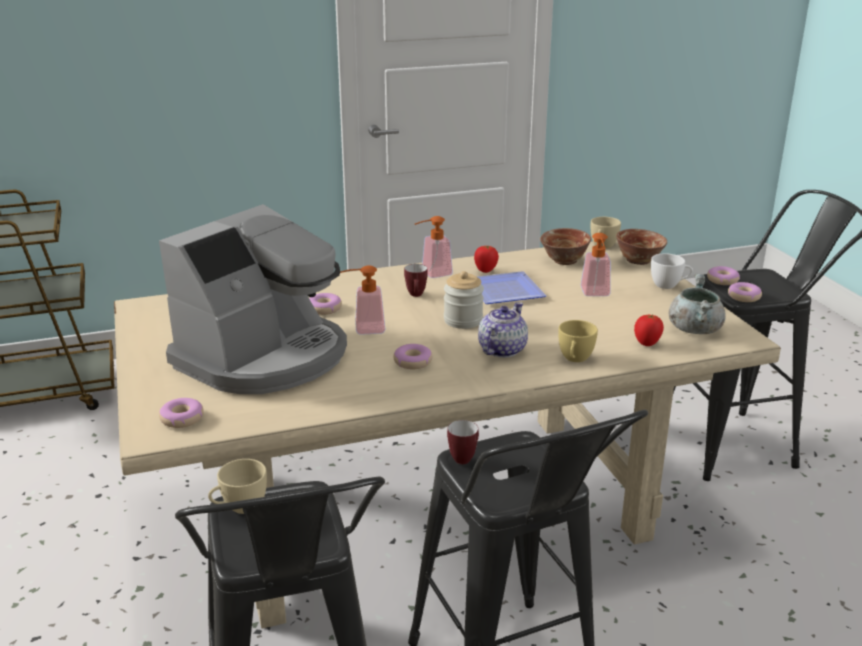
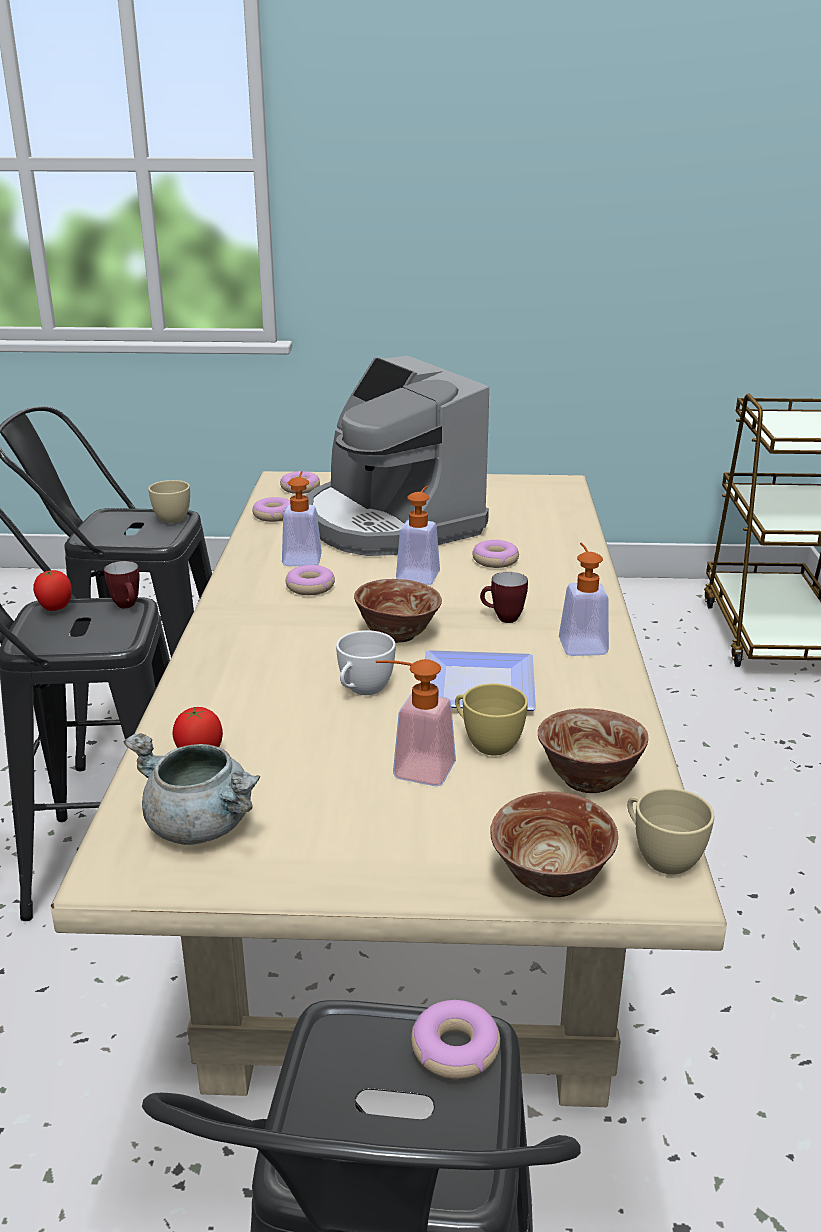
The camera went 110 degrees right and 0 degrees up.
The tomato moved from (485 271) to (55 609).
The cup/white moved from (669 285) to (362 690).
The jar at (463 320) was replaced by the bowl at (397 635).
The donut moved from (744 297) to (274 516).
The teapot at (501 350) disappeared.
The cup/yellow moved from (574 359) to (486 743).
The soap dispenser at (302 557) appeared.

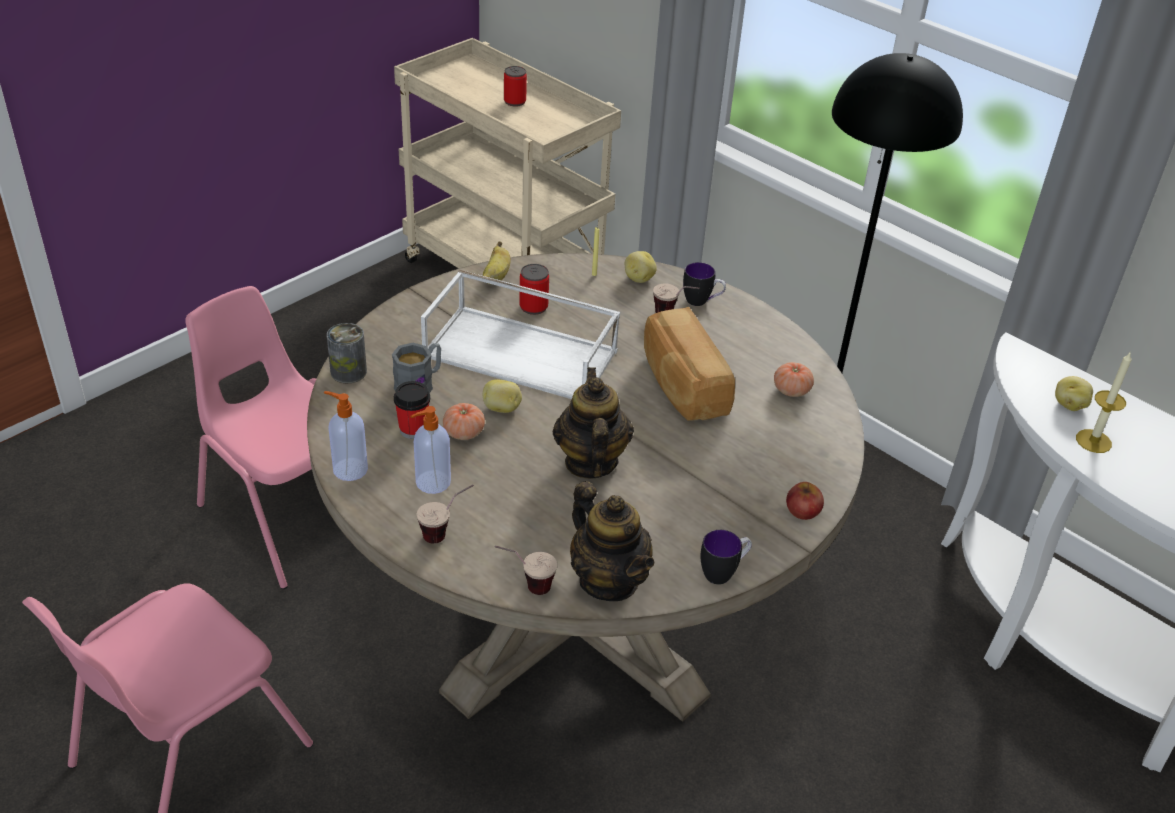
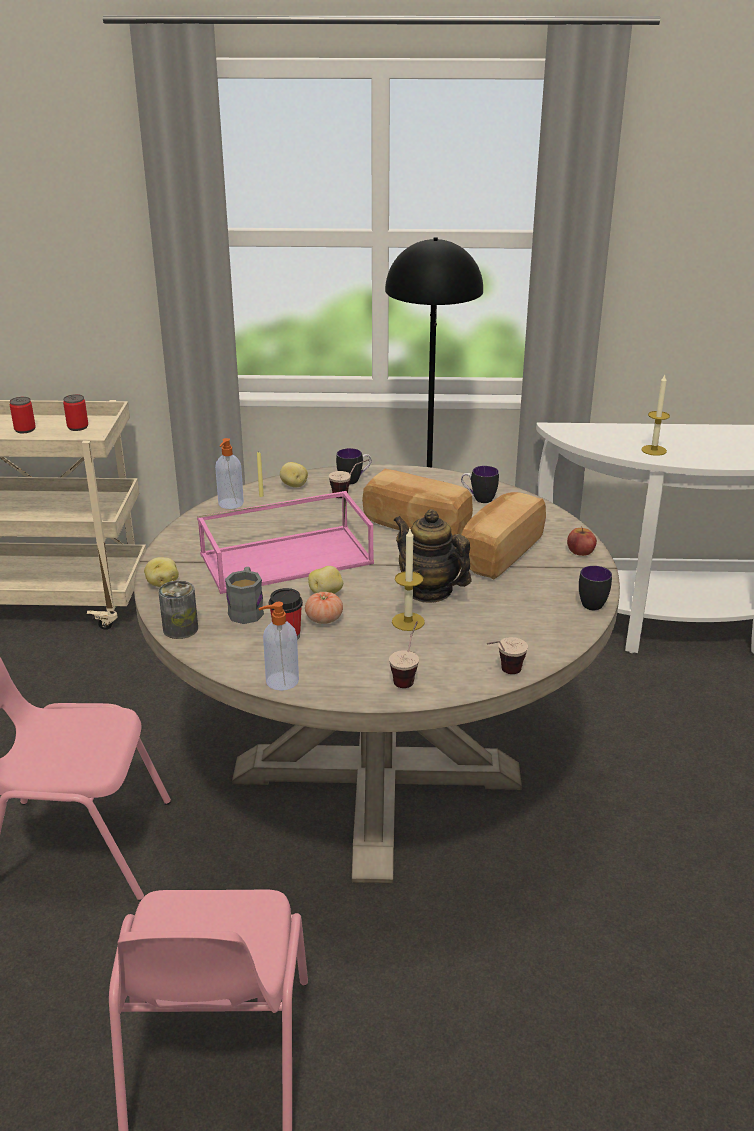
The camera went 40 degrees left and 10 degrees down.
The banana at (496 277) disappeared.
The can moved from (533 307) to (78 427).
The tray/white at (523 353) became the tray/pink at (287 558).
The tomato at (791 390) was replaced by the mug at (478 499).
The potato moved from (1069 404) to (162 584).
The soap dispenser moved from (431 482) to (230 504).
The teapot at (608 580) disappeared.
The bread at (498 553) appeared.
The candle at (408 621) appeared.

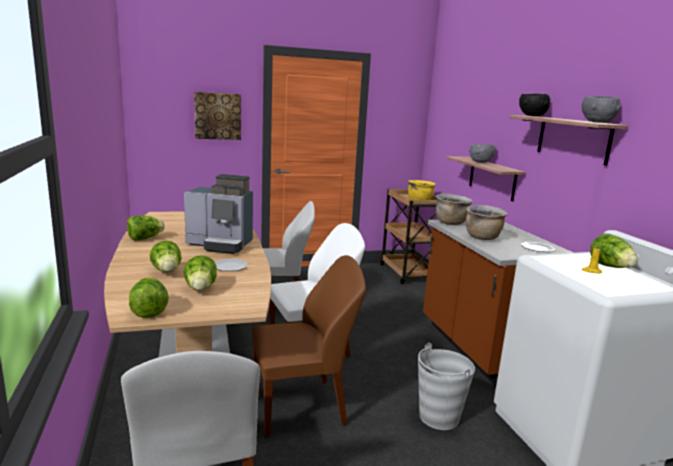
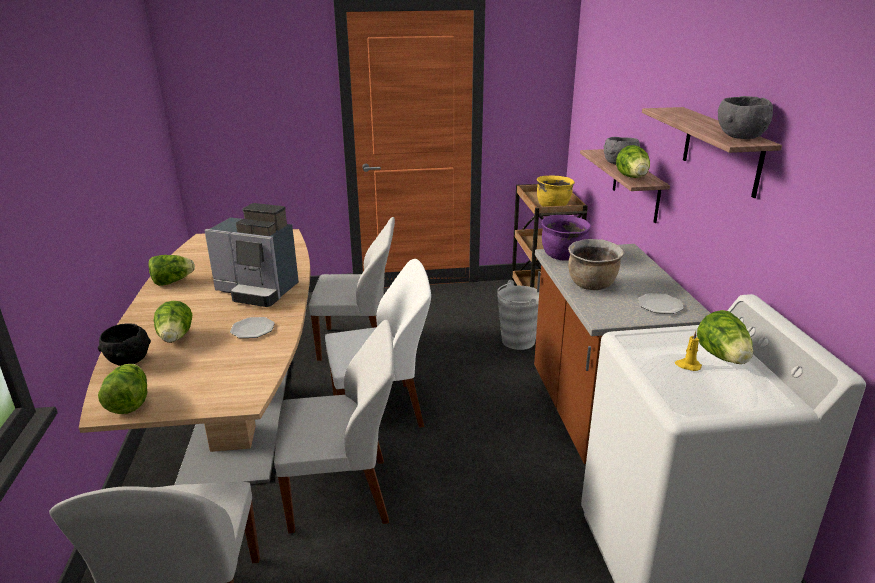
The camera went 10 degrees right and 10 degrees up.
The picture at (218 116) disappeared.
The bowl/black moved from (532 116) to (128 360).
The cooking pot/brown at (451 223) became the cooking pot/purple at (563 256).
The lettuce moved from (201 289) to (633 178).
The chair/brown at (301 406) became the chair/white at (343 494).
The bucket/grey moved from (438 417) to (517 341).

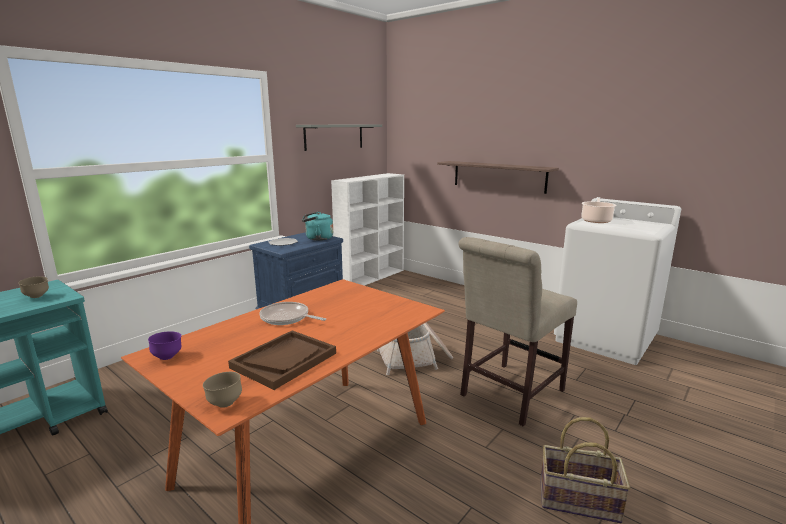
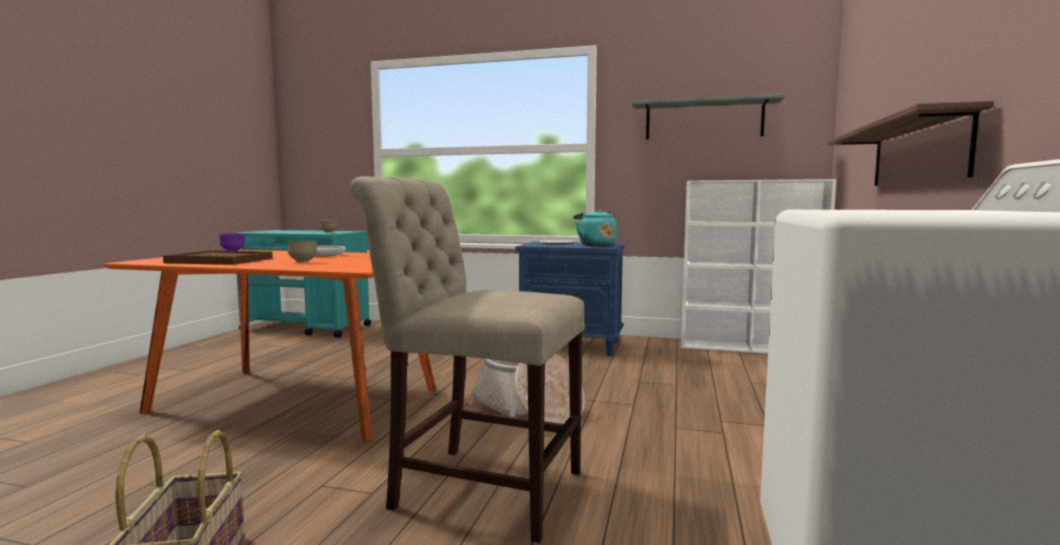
The camera went 65 degrees right and 10 degrees down.
The cooking pot at (596 220) disappeared.
The bowl/brown moved from (224 403) to (303 262).

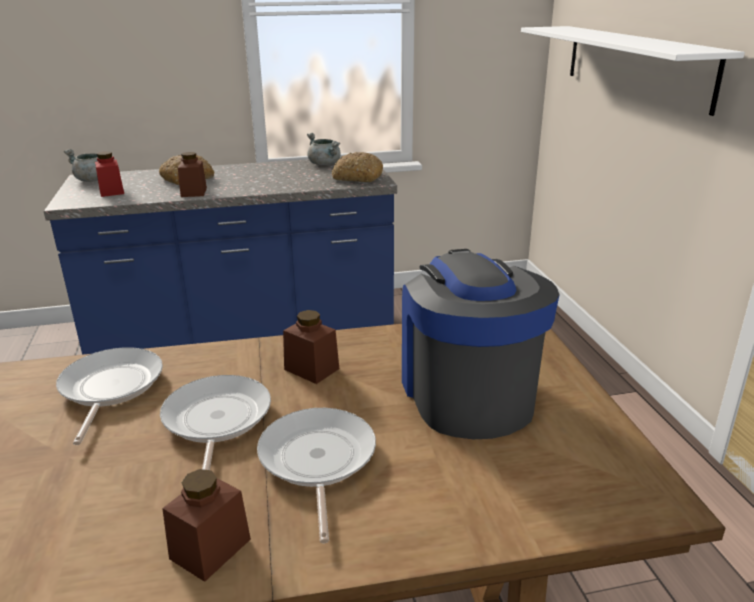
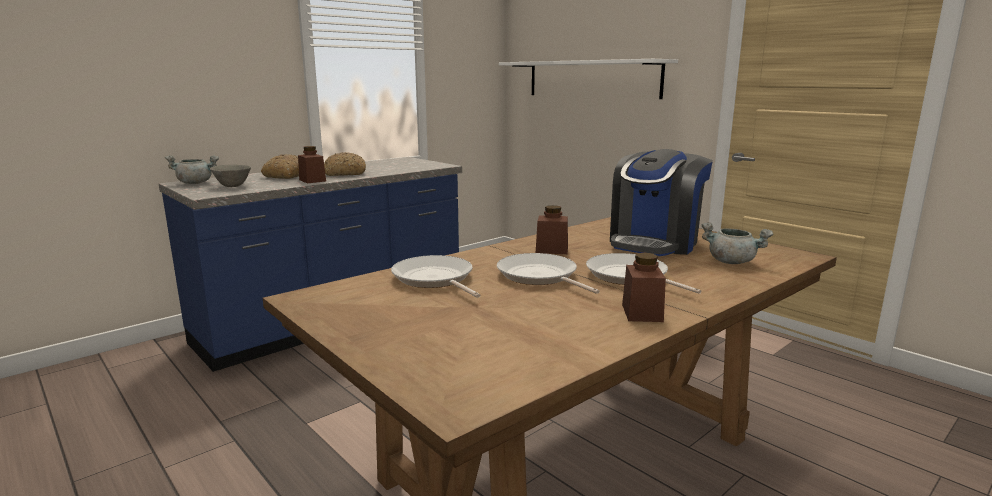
The camera went 30 degrees left and 10 degrees down.
The cooking pot/grey moved from (325 164) to (732 262).
The jar/red at (111 191) was replaced by the bowl/grey at (233 186).
The bread moved from (357 177) to (344 173).
The coffee machine at (466 393) turned 105 degrees counterclockwise.

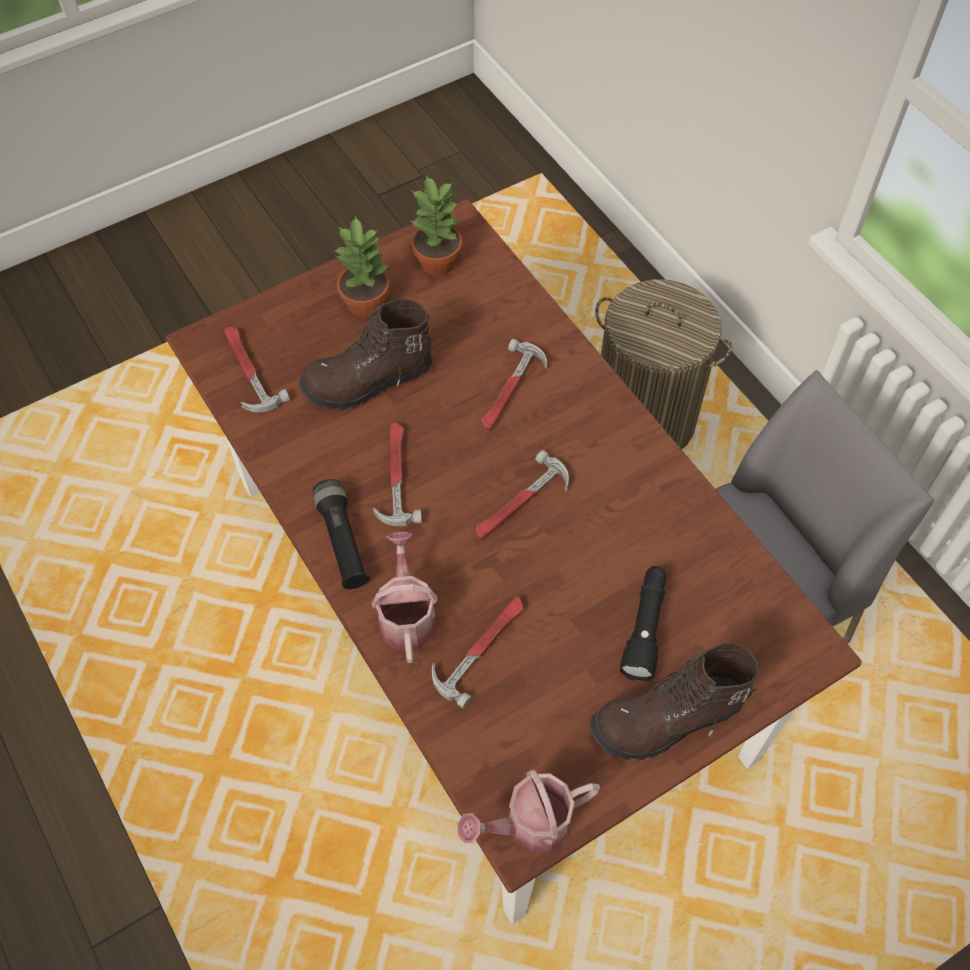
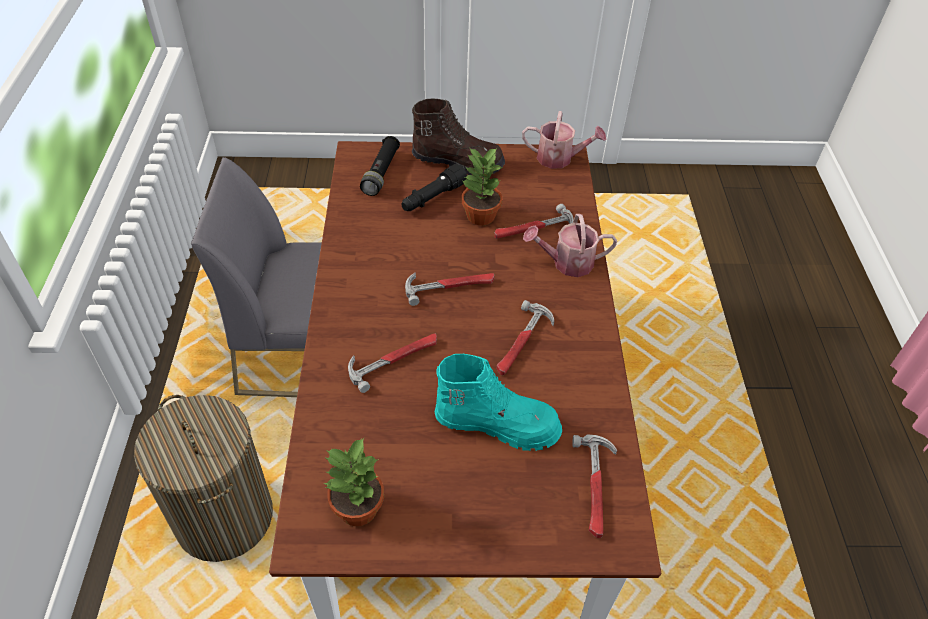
The camera went 150 degrees left and 10 degrees down.
The potted plant moved from (366 303) to (480 216).
The boot/brown at (368 381) became the boot/turquoise at (497 423).
The flashlight/black moved from (342 541) to (381 173).
The watering can at (406 615) turned 60 degrees clockwise.

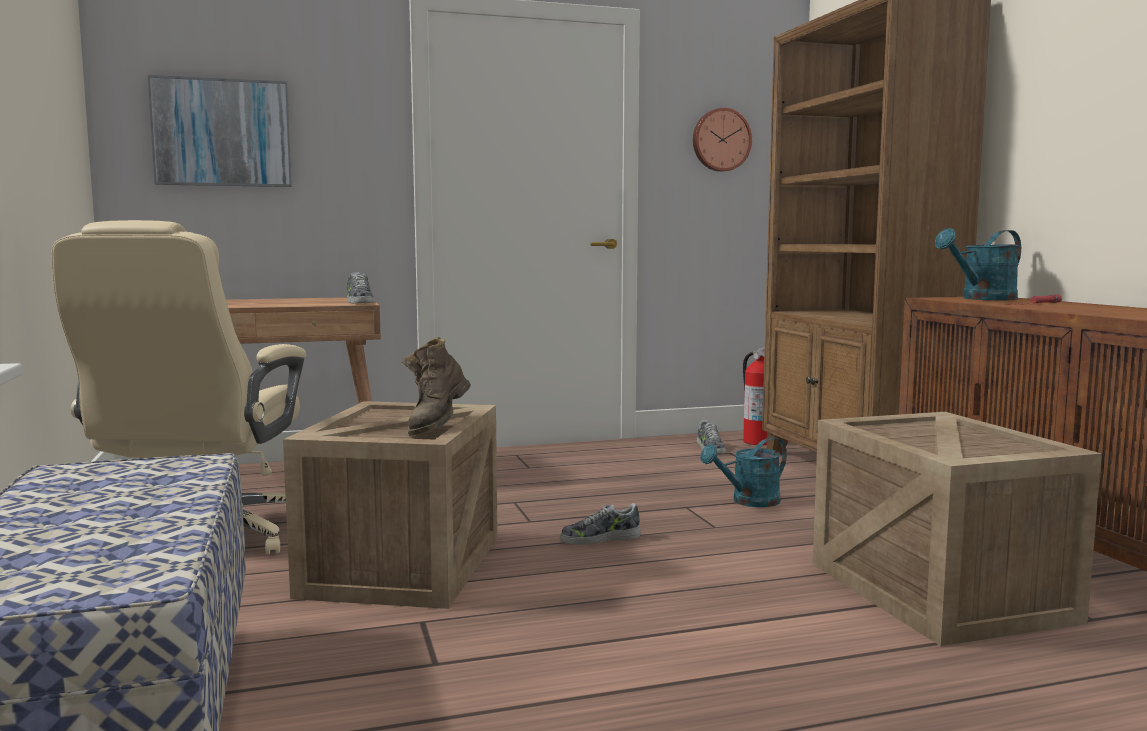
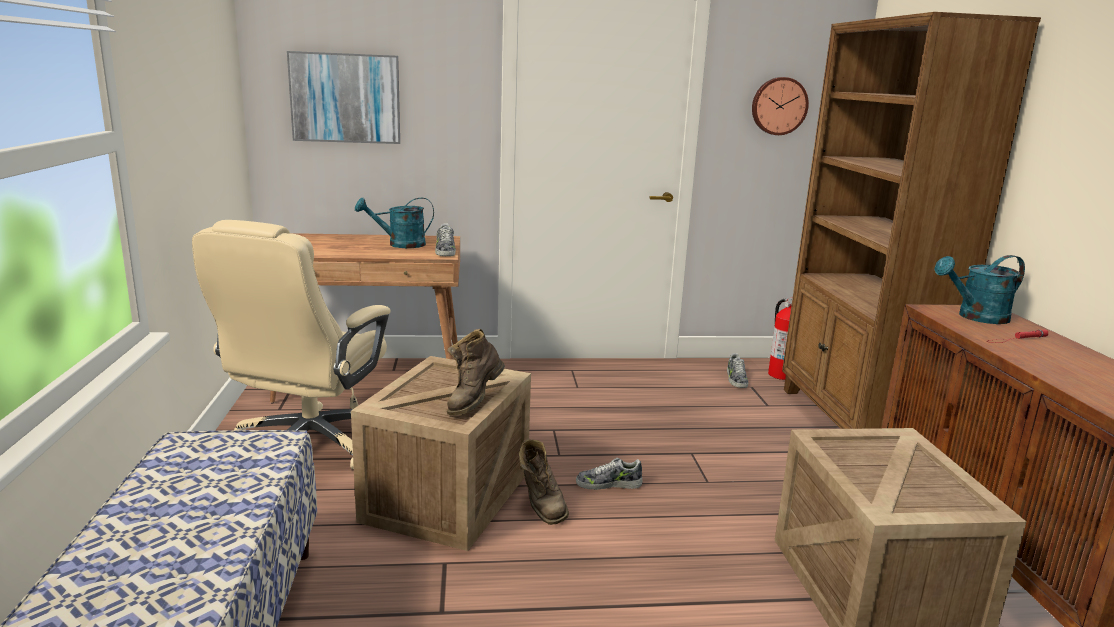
The camera went 10 degrees right and 10 degrees up.
The watering can/turquoise moved from (749 502) to (400 244).
The boot/brown at (541 505) appeared.

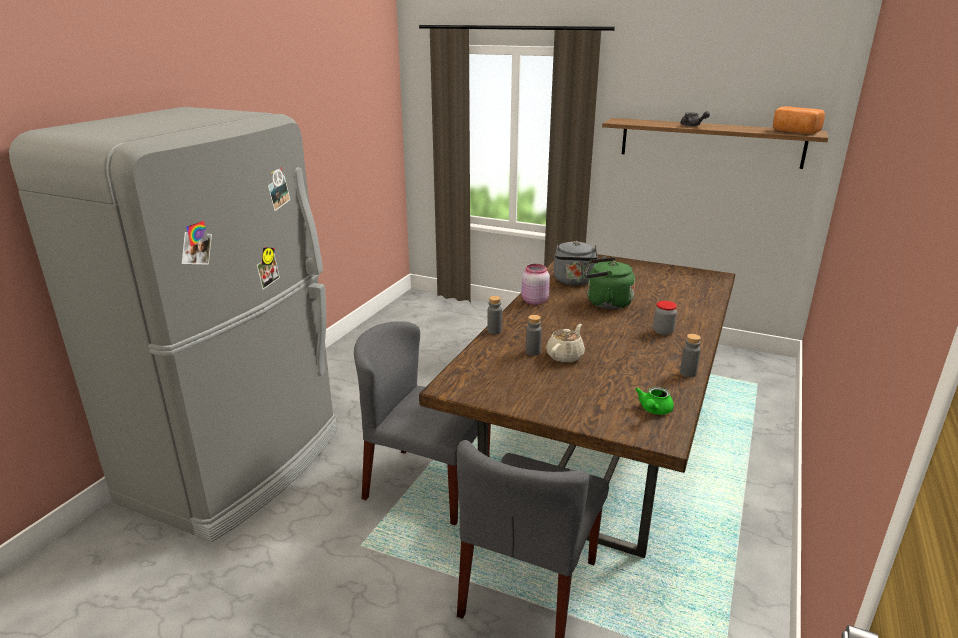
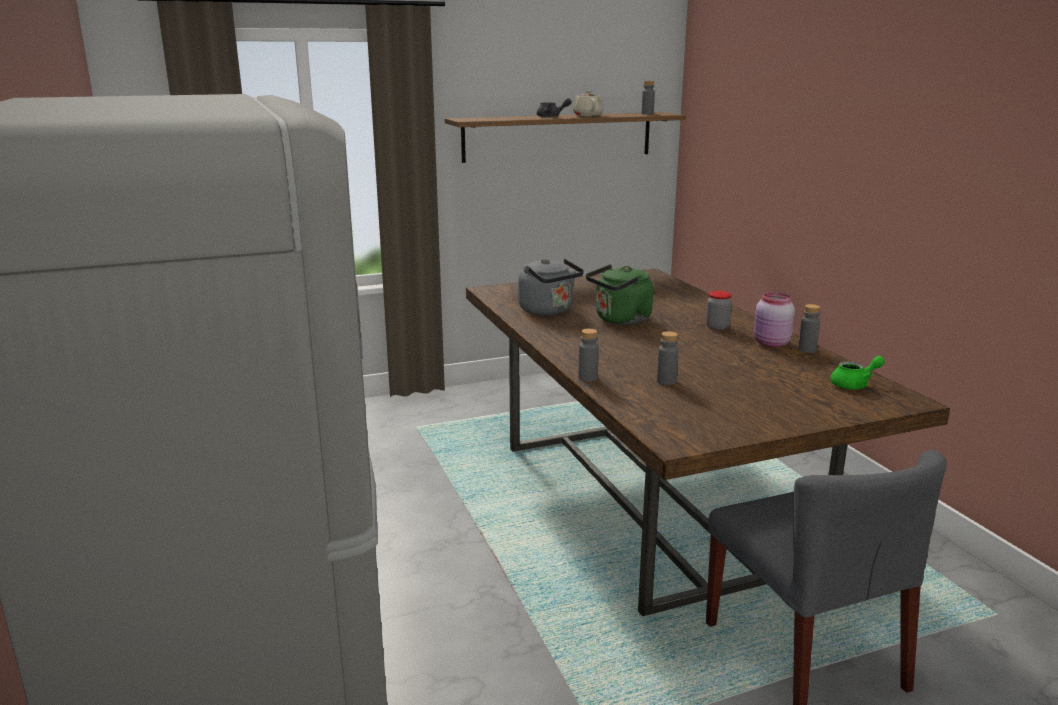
The camera went 45 degrees left and 5 degrees down.
The bread at (794 132) was replaced by the bottle/grey at (647 114).
The jar/pink moved from (533 301) to (771 343).
The chair/grey at (426 485) disappeared.
The teapot/beige moved from (565 356) to (587 115).
The teapot/green at (654 410) turned 90 degrees counterclockwise.

